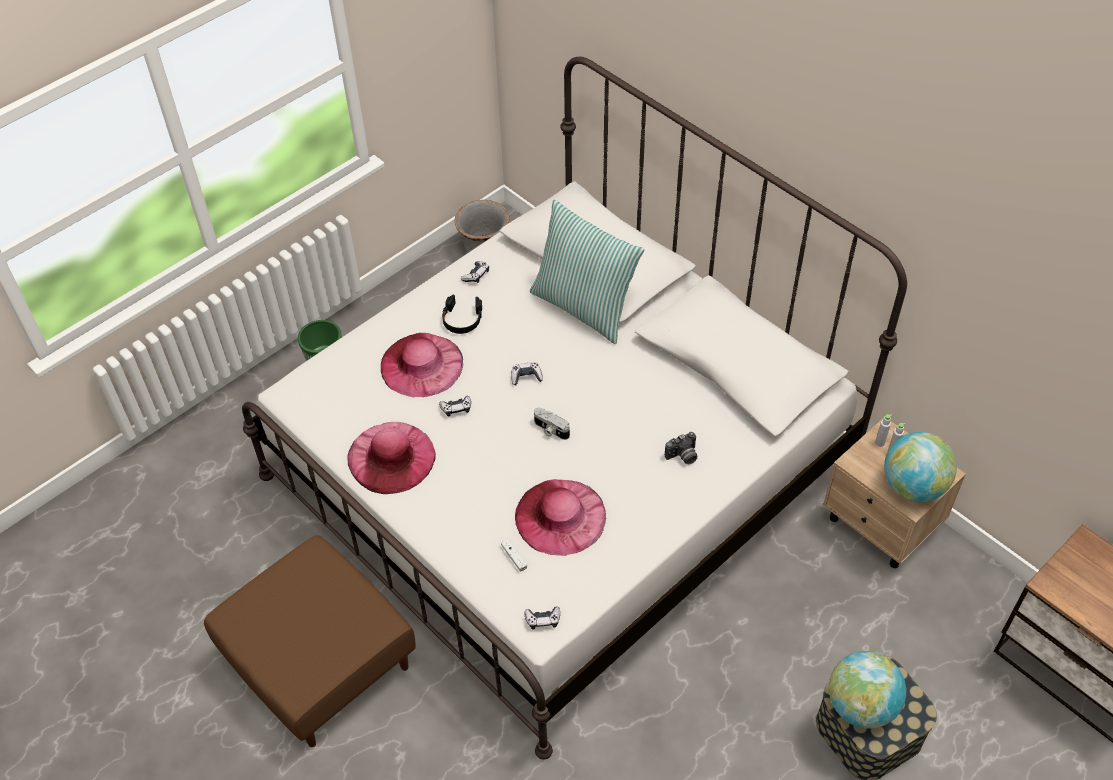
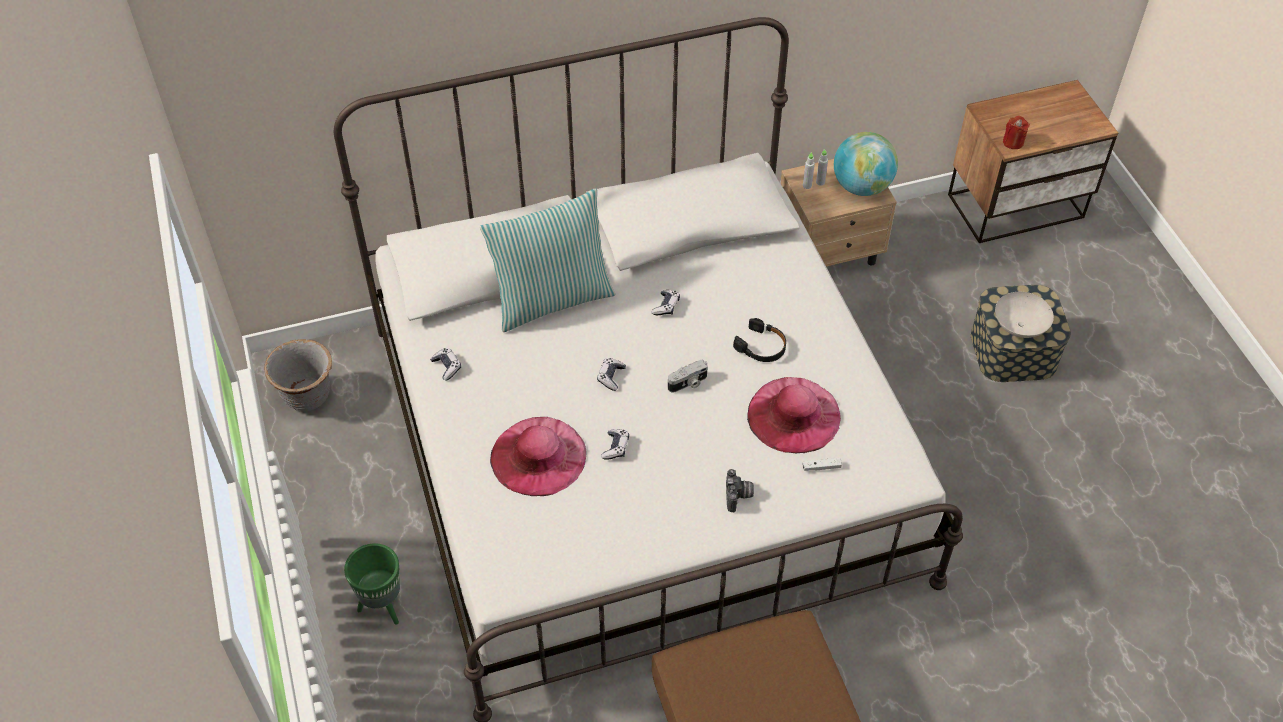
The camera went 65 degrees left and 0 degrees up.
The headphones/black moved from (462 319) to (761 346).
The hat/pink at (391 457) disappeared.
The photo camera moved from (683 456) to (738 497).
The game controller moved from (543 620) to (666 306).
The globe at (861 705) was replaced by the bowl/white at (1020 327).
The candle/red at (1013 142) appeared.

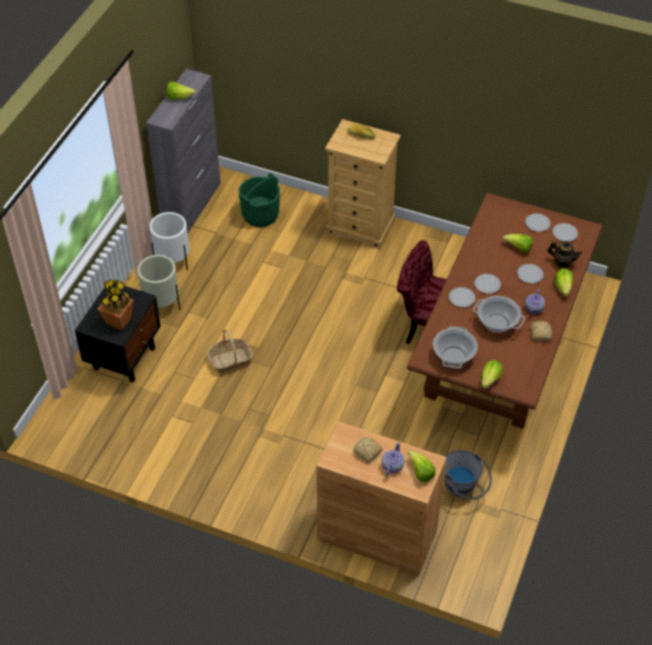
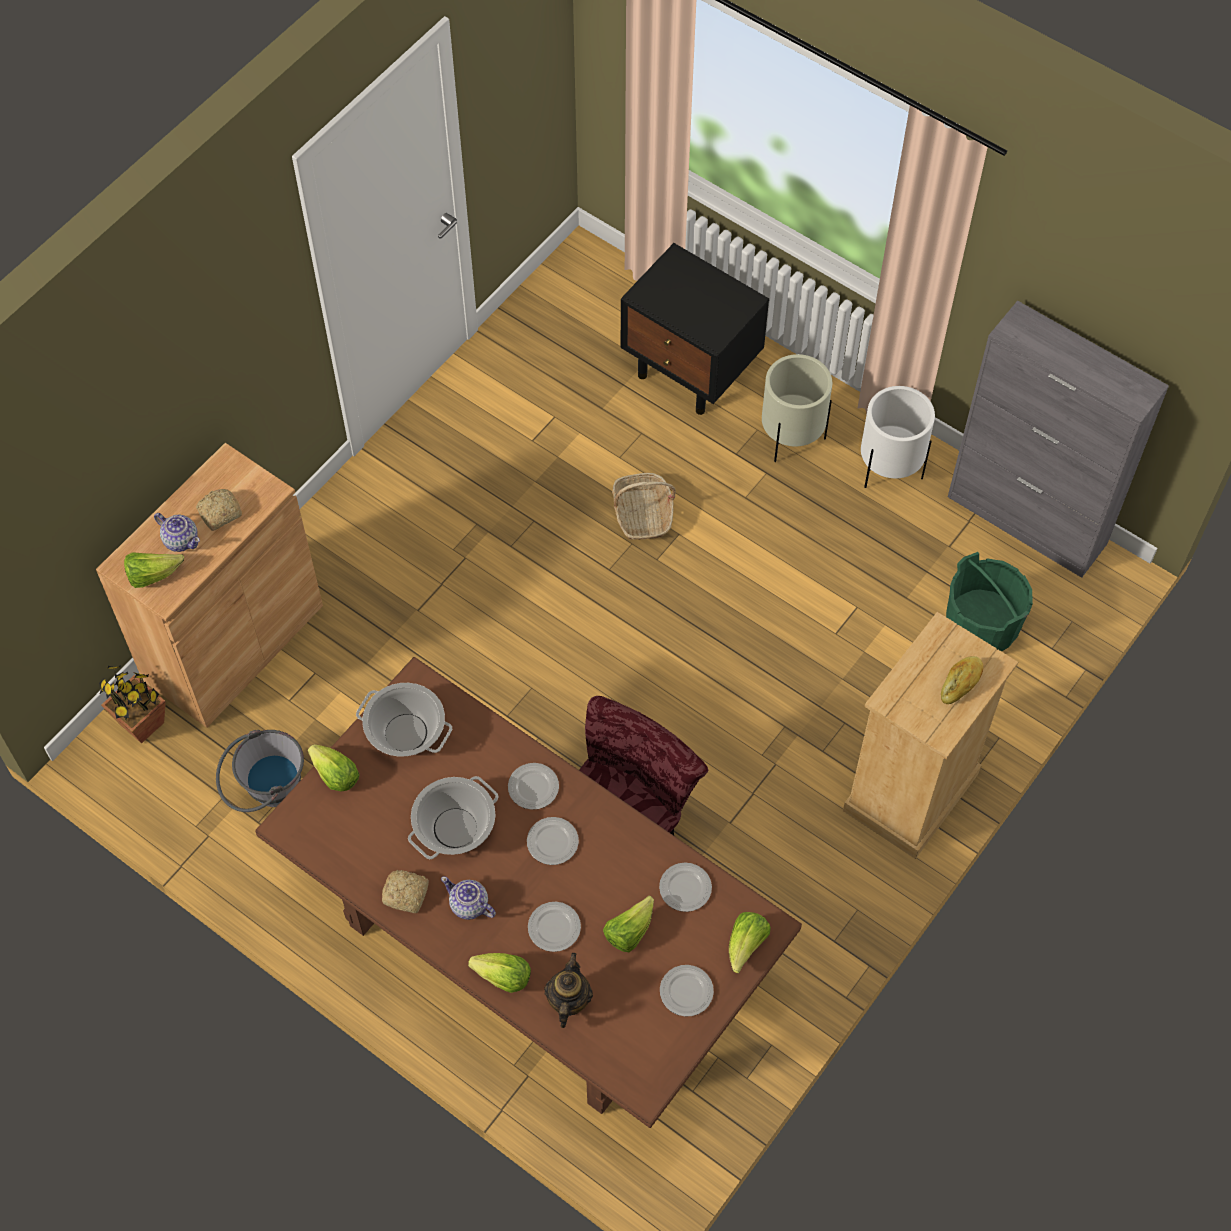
The camera went 105 degrees right and 10 degrees up.
The lettuce moved from (179 97) to (746 945).
The plate moved from (564 233) to (684 888).
The teapot at (562 262) turned 150 degrees clockwise.
The potted plant moved from (118 321) to (142 723).

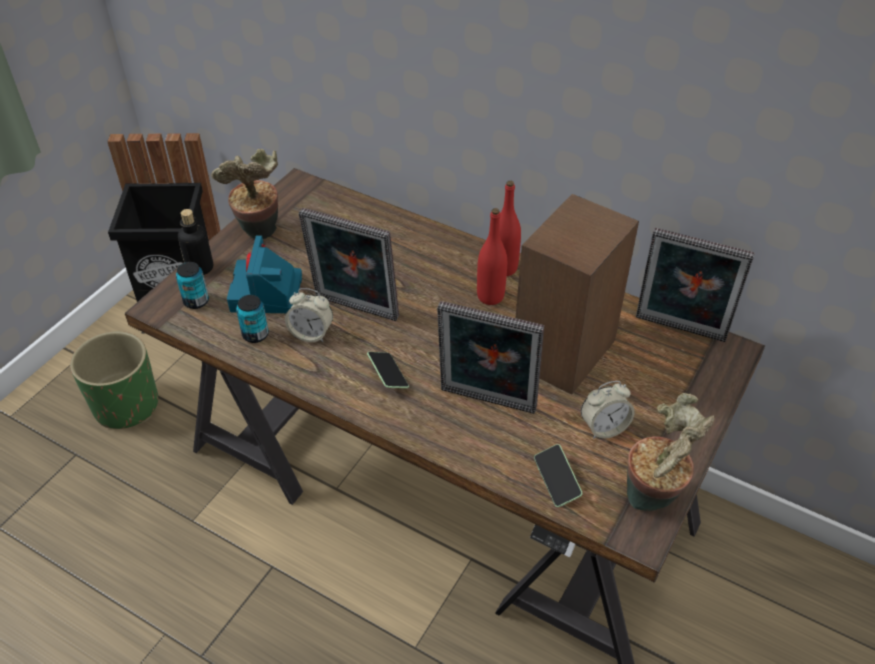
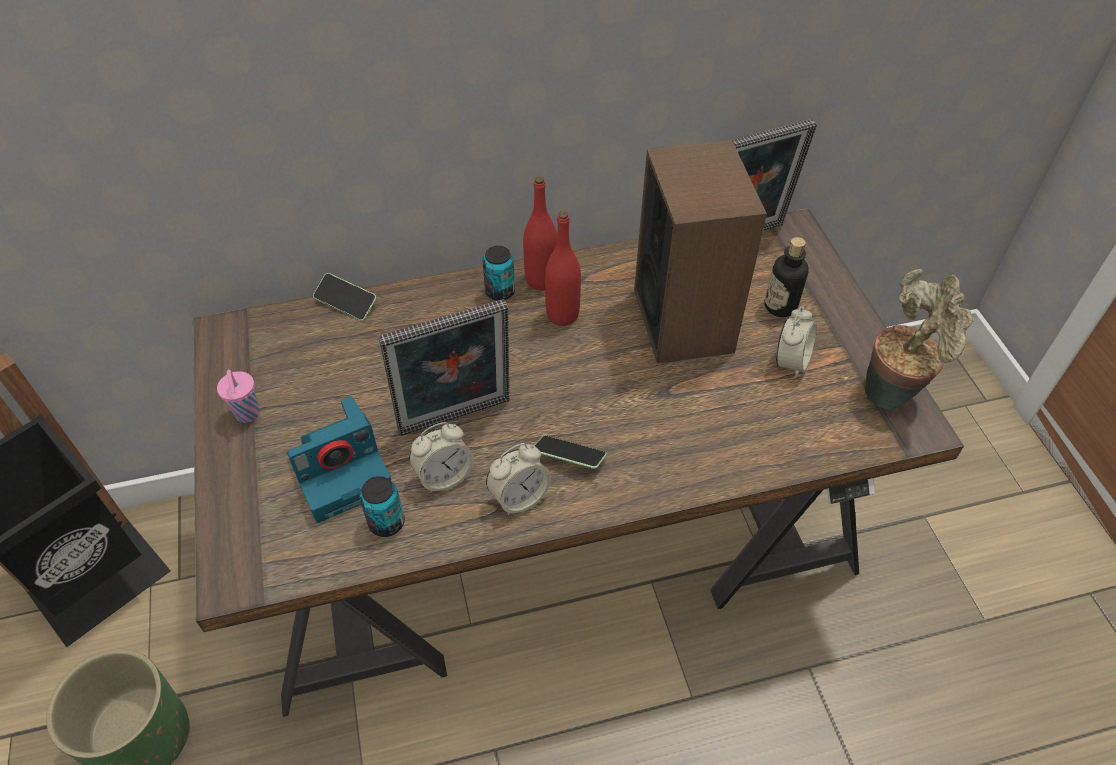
The camera went 45 degrees left and 5 degrees up.
The potted plant at (259 234) was replaced by the cup/pink at (248 415).
The bottle moved from (200 268) to (780 306).
The photo camera at (267 294) turned 75 degrees counterclockwise.
The can moved from (196 301) to (500 291).
The picture frame at (486 403) disappeared.
The phone moved from (556 480) to (346 303).
The alarm clock at (519 497) appeared.

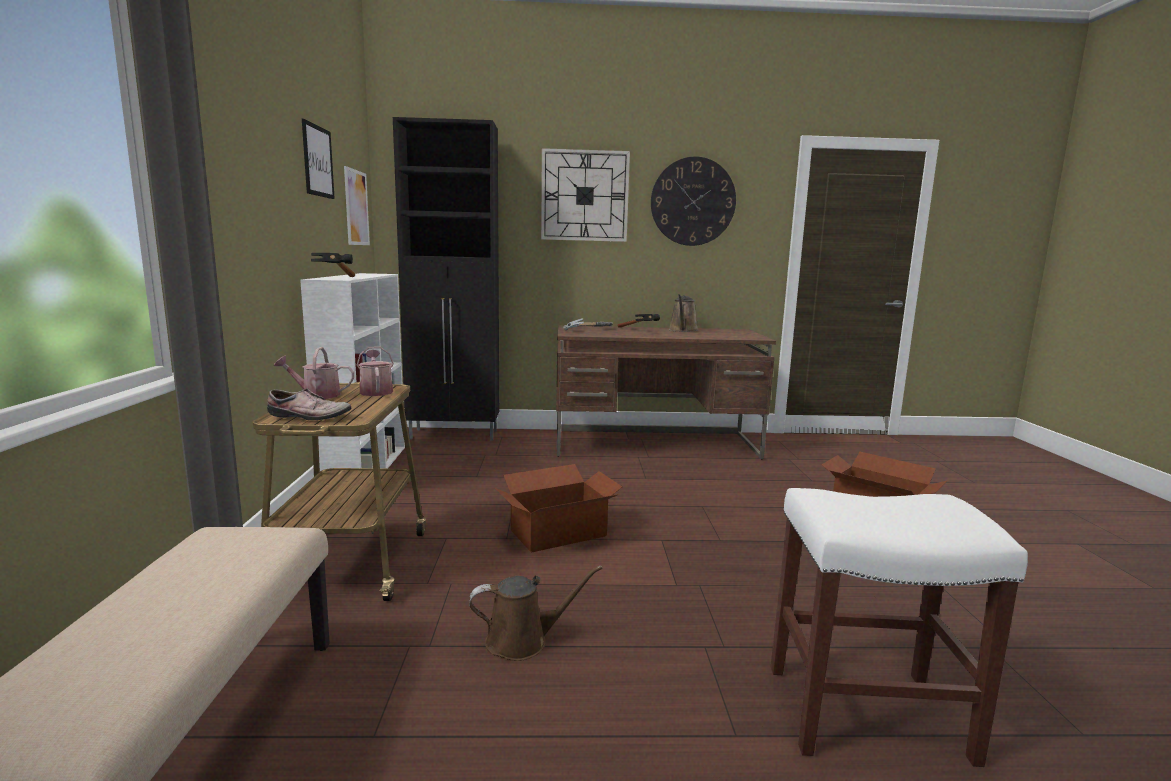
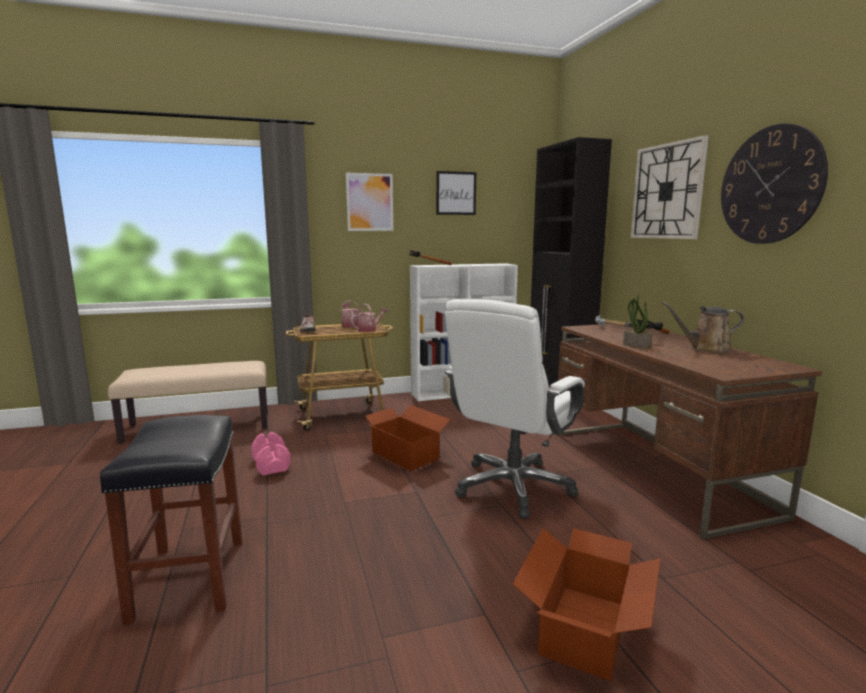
The camera went 75 degrees right and 0 degrees up.
The picture moved from (356 208) to (369 202).
The stool/white at (864 713) became the stool/black at (189 577).
The watering can/brown at (523 641) was replaced by the dumbbell/pink at (271 465).
The potted plant at (636 345) appeared.
The office chair/white at (513 487) appeared.

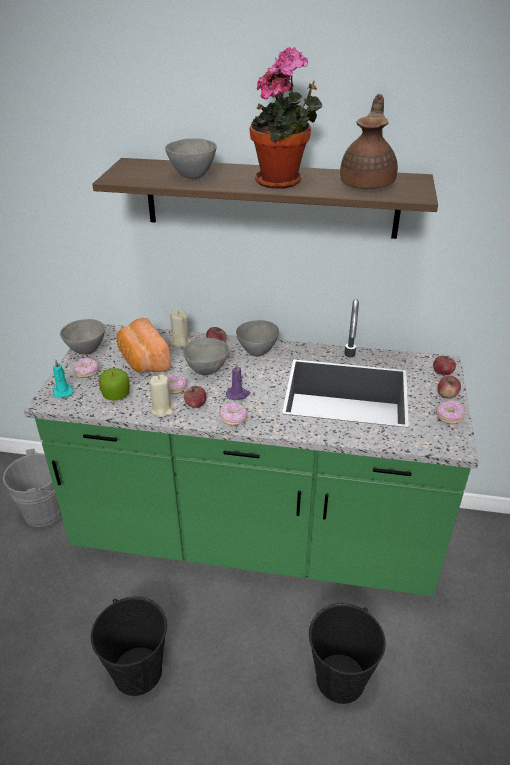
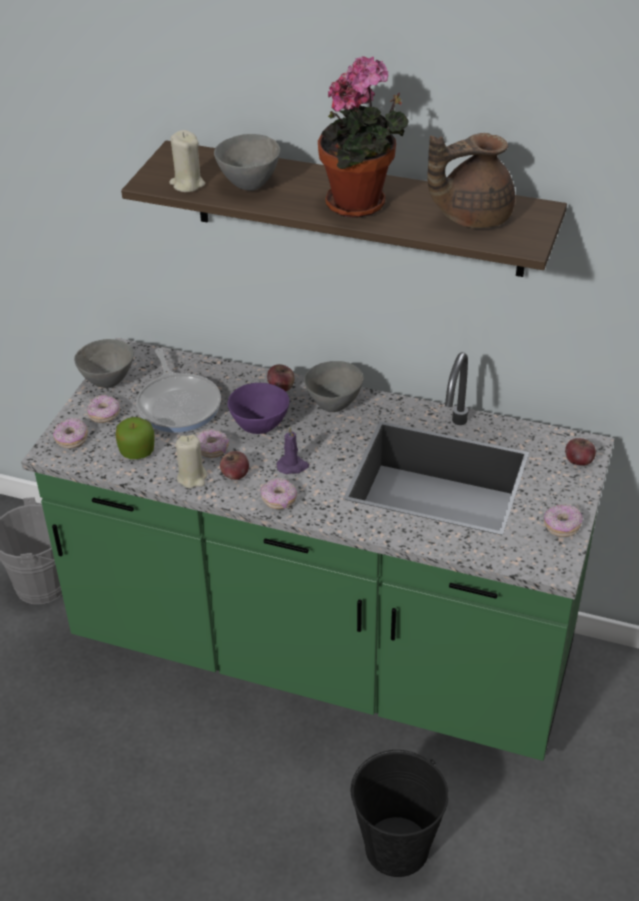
The camera went 10 degrees right and 5 degrees up.
The teapot/brown at (368 183) turned 135 degrees counterclockwise.
The candle/beige moved from (180 341) to (187 184).
The bread at (143 361) was replaced by the frying pan at (178 404).
The bowl/grey at (207 370) became the bowl/purple at (260 426).
The candle/turquoise at (63 391) was replaced by the donut at (71 439).
The apple at (447 395) disappeared.
The bucket/black at (137 672) disappeared.

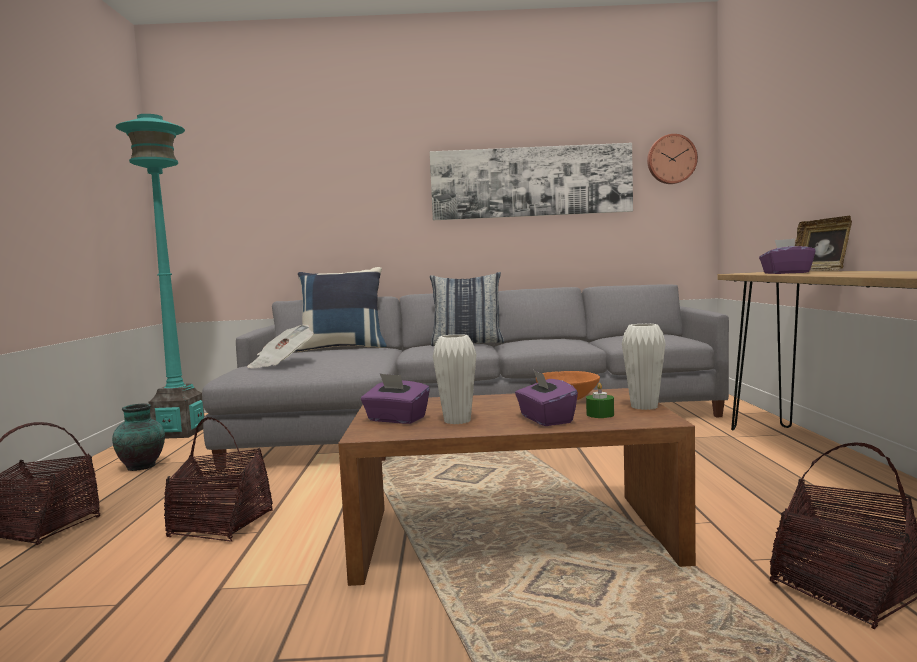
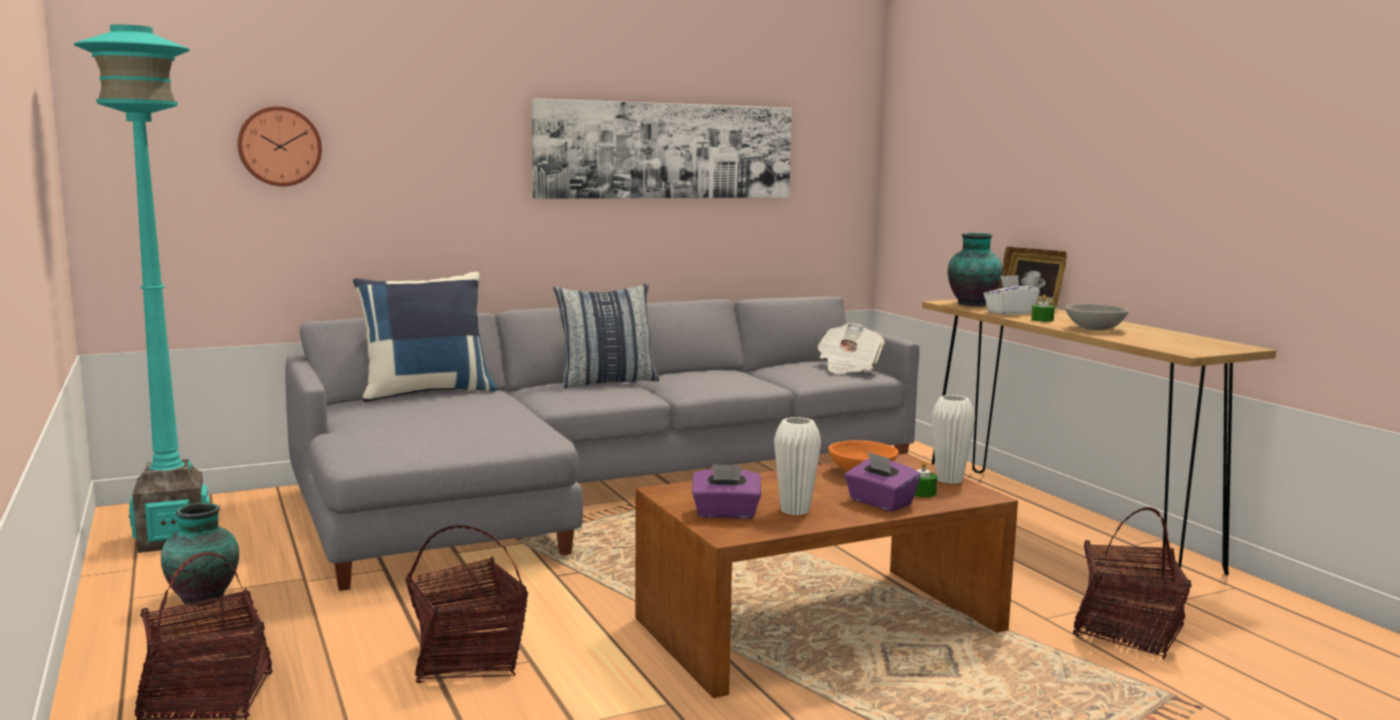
The camera went 25 degrees left and 5 degrees up.
The wall clock moved from (671 159) to (279 146).
The tissue box/purple at (786 273) became the tissue box/white at (1009 312).
The newspaper moved from (281 364) to (848 367).
The vase at (972 304) appeared.
The candle/green at (1042 320) appeared.
The bowl/grey at (1095 329) appeared.

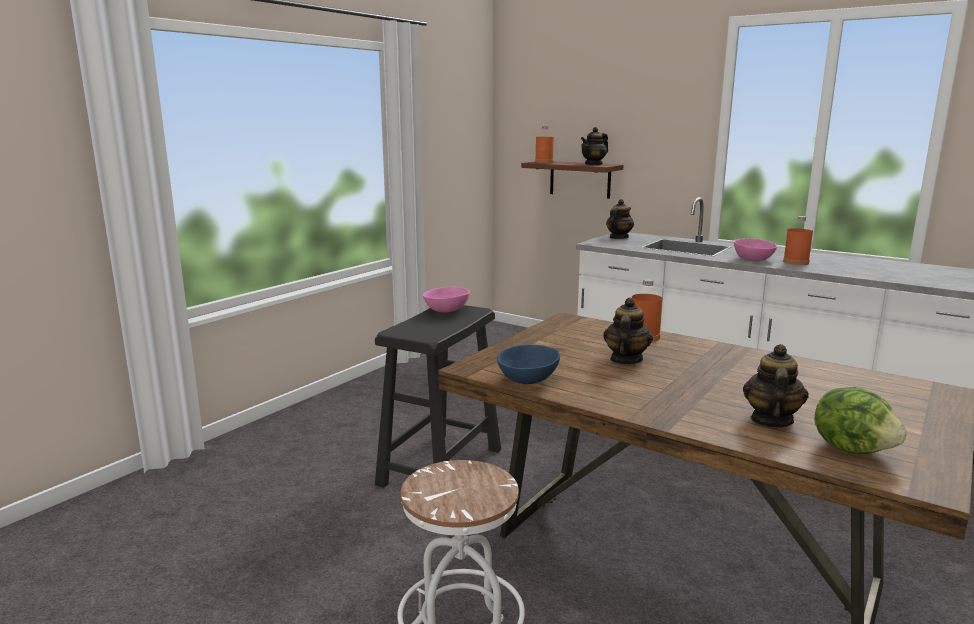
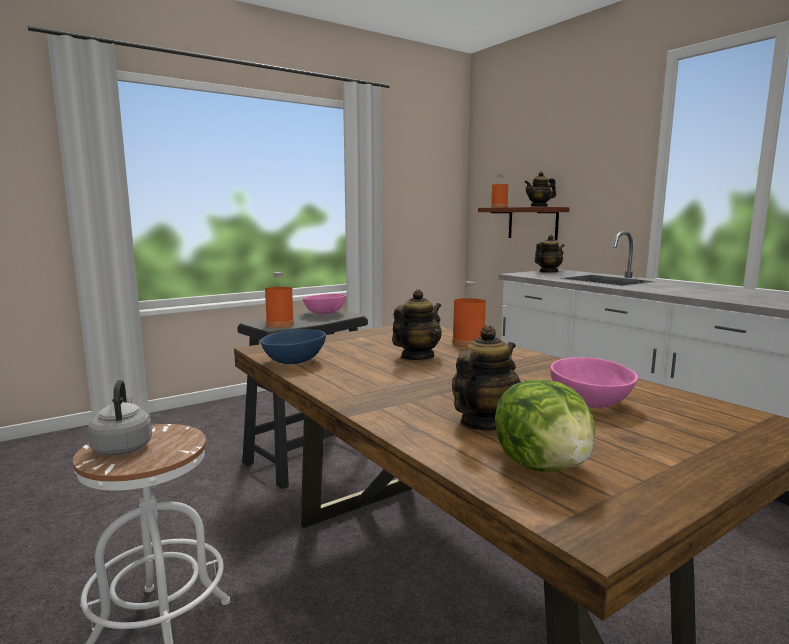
The camera went 20 degrees right and 5 degrees down.
The bottle/orange moved from (796 262) to (280 325).
The bowl/pink moved from (752 259) to (588 402).
The kettle/grey at (123 447) appeared.

